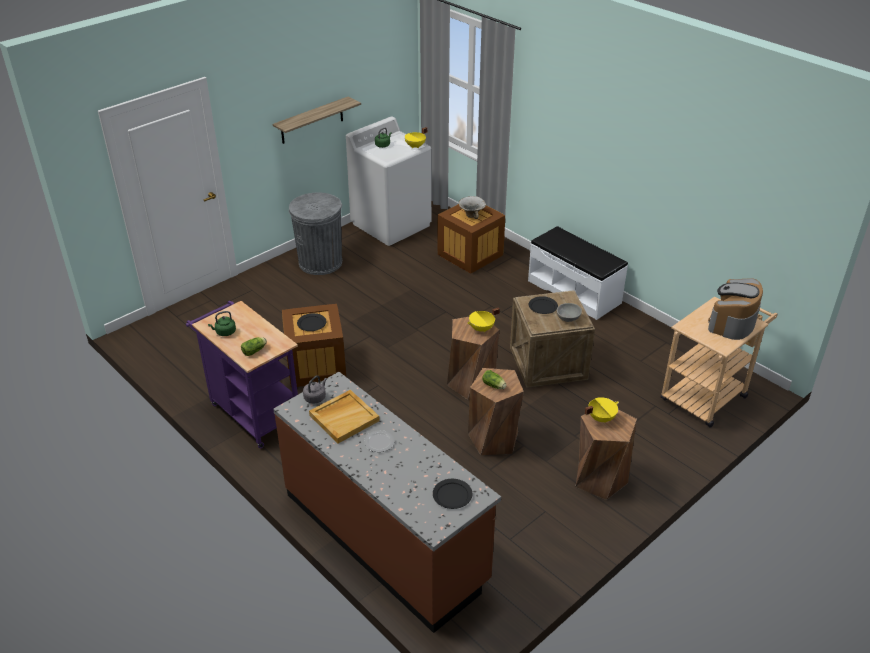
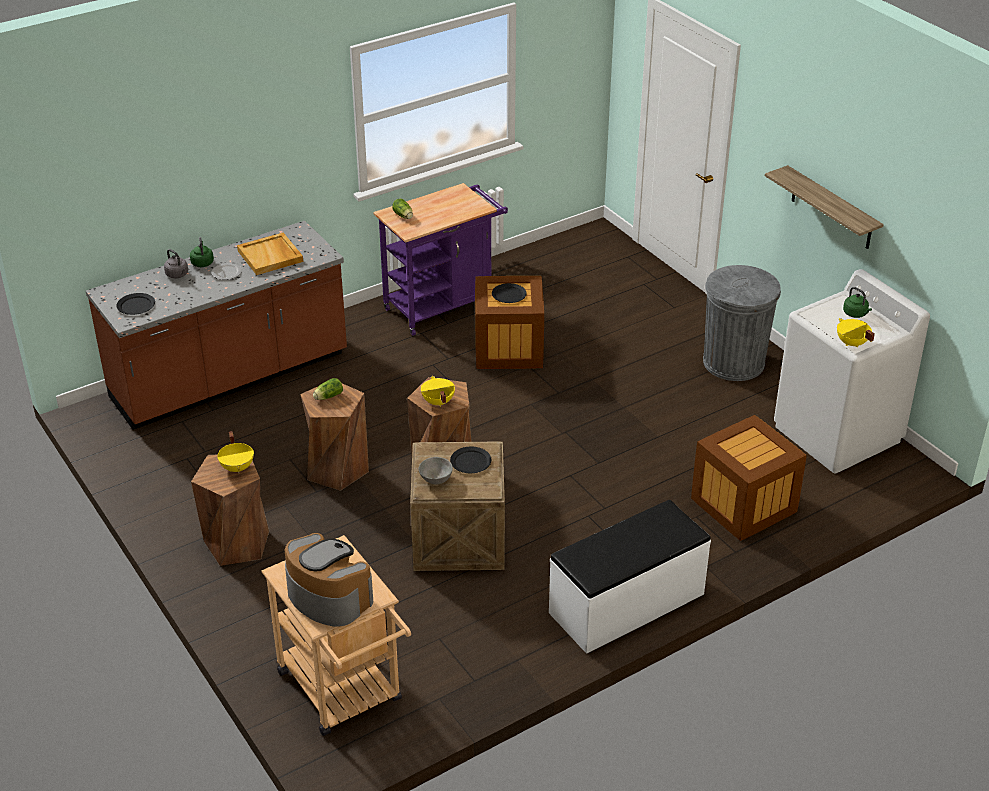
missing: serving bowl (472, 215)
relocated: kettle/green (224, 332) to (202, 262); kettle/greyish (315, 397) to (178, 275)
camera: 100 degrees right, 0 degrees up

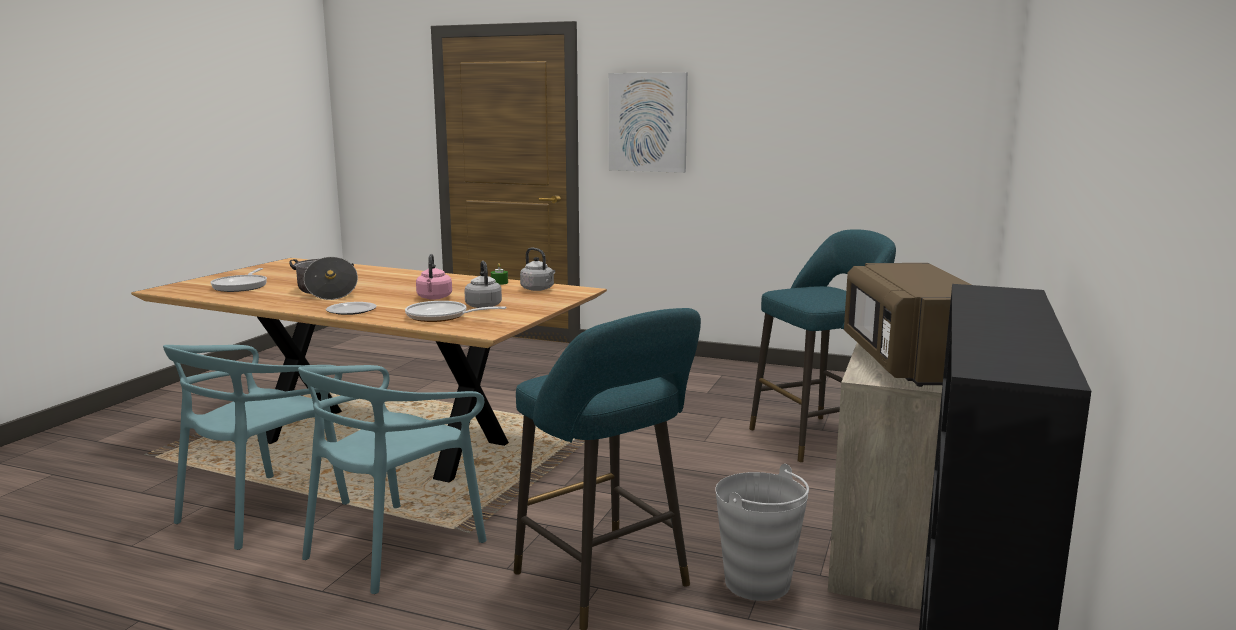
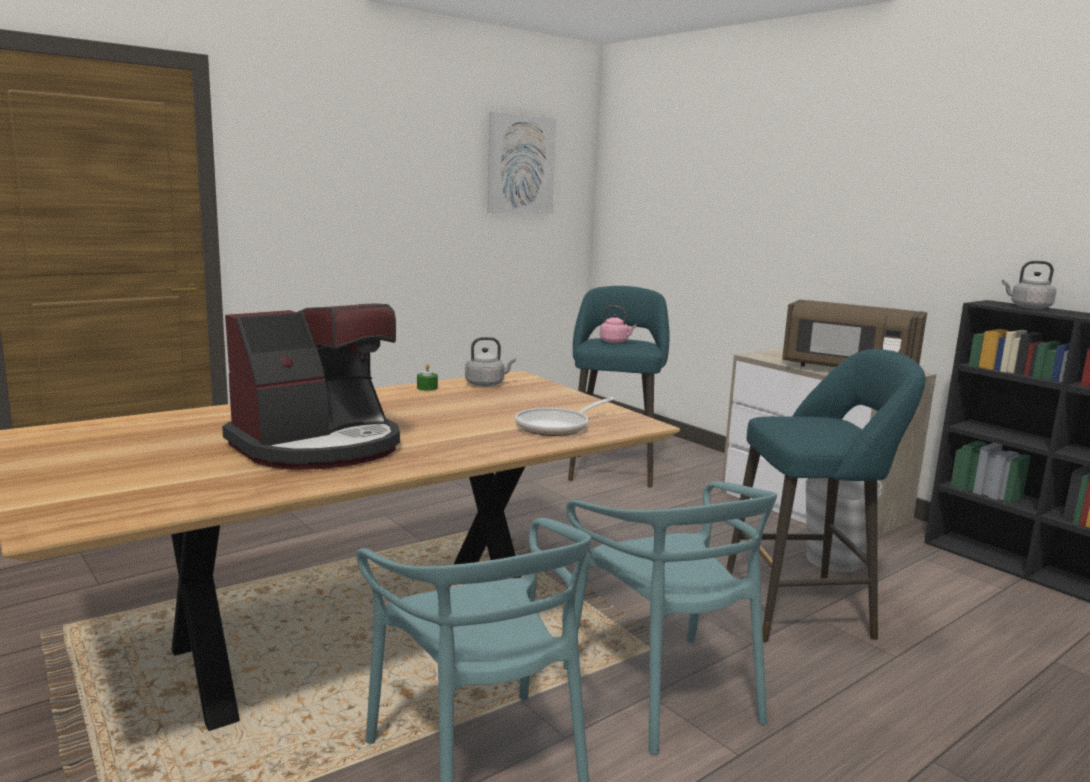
missing: skillet (241, 286); dinner plate (350, 310)
relocated: kettle/pink (434, 298) to (615, 342); kettle/greyish (483, 305) to (1028, 307); picture (648, 122) to (520, 165)
exchanged: cooking pot (326, 292) to coffee maker (319, 446)
camera: 60 degrees left, 0 degrees up

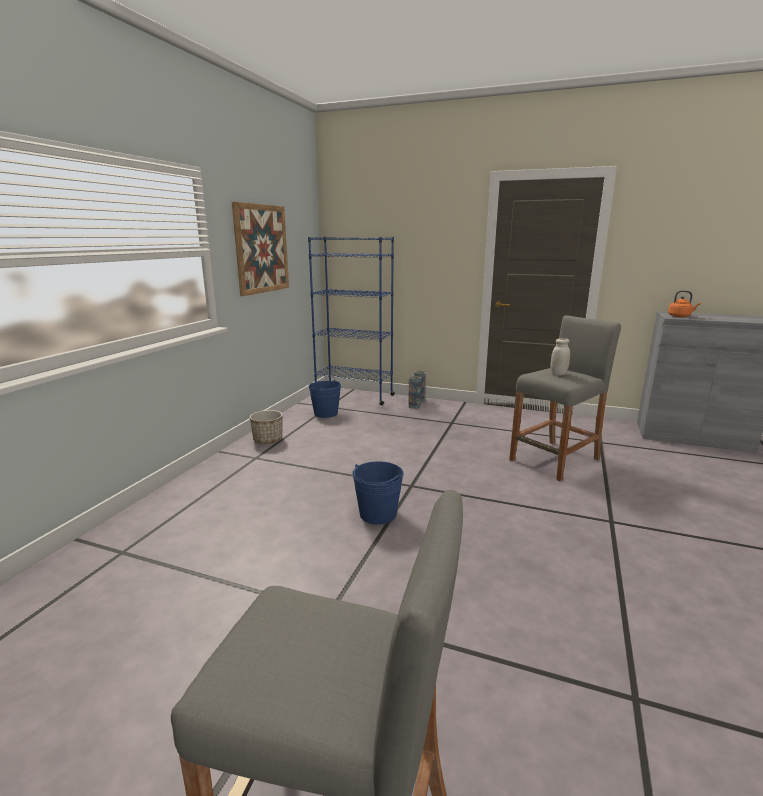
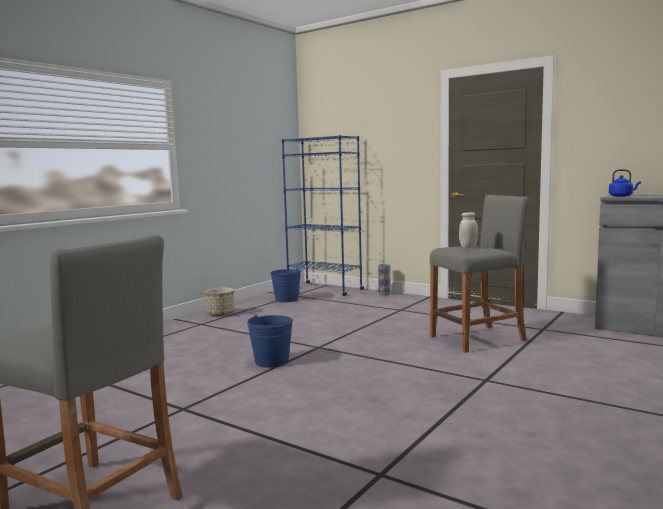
missing: picture (261, 249); decorative vase (414, 406)
colour: kettle/orangey (680, 316) to kettle/blue-coloured (622, 196)
camera: 15 degrees right, 10 degrees down

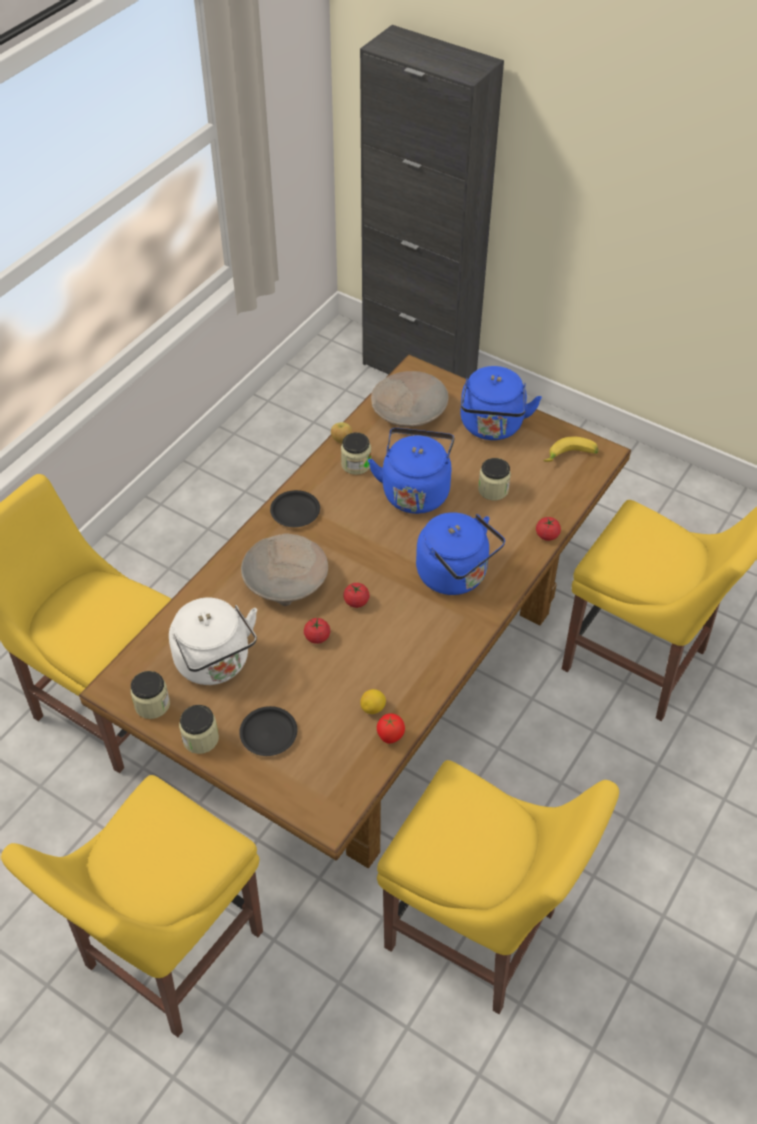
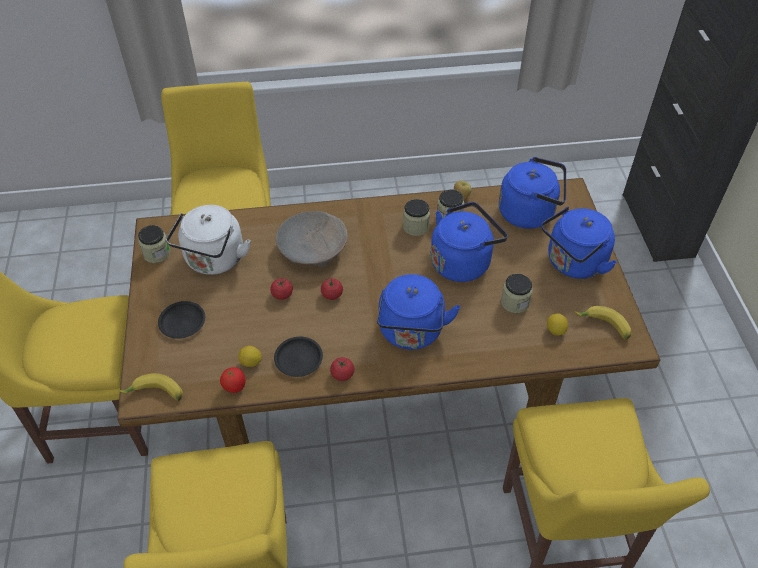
appeared: banana (155, 395); whole lemon (555, 330)
relocated: storage jar (200, 739) to (416, 227); dinner plate/black (295, 511) to (298, 358); fresh tomato (547, 535) to (342, 374)
exchanged: serving bowl/beige (410, 412) to kettle/blue-coloured (530, 213)
camera: 50 degrees right, 0 degrees up

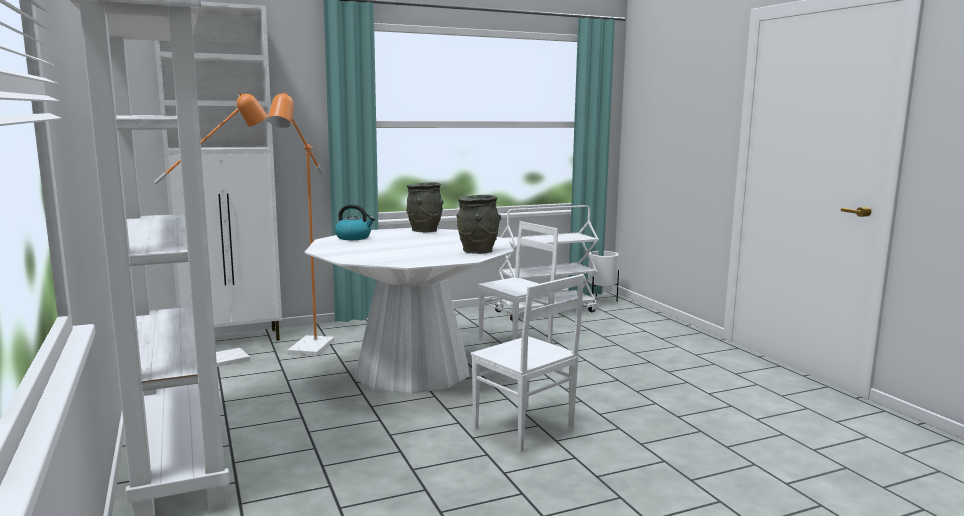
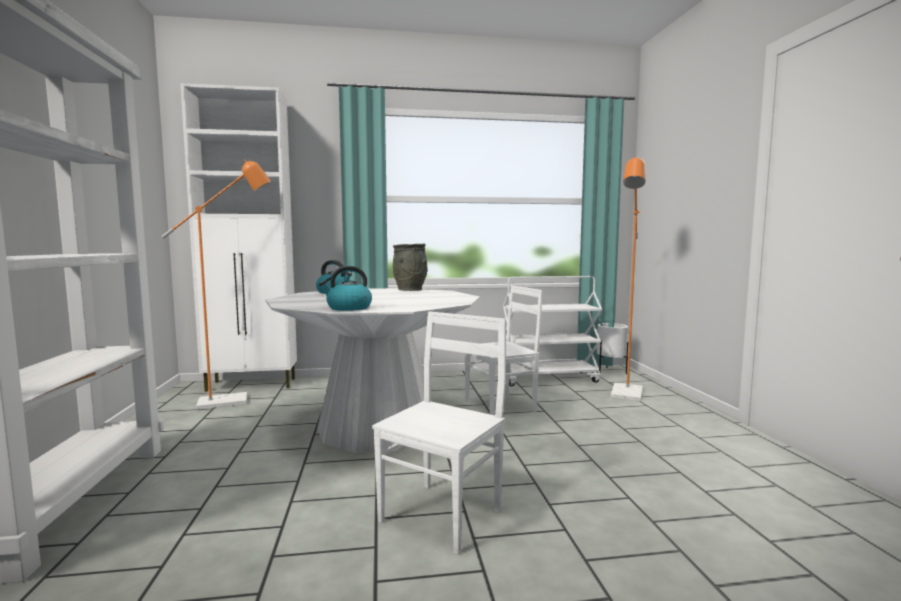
missing: decorative vase/greyish (478, 251)
appeared: kettle (348, 308)
relocated: standing lamp/orangey (307, 350) to (626, 395)
spun: plain chair/white-coloured (523, 429) = (443, 515) 120 degrees counterclockwise
camera: 15 degrees right, 5 degrees down

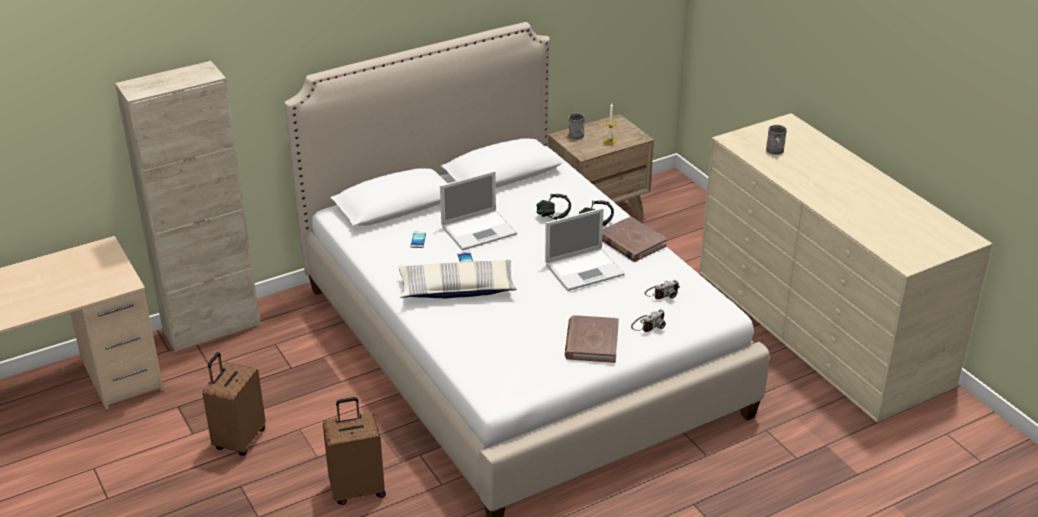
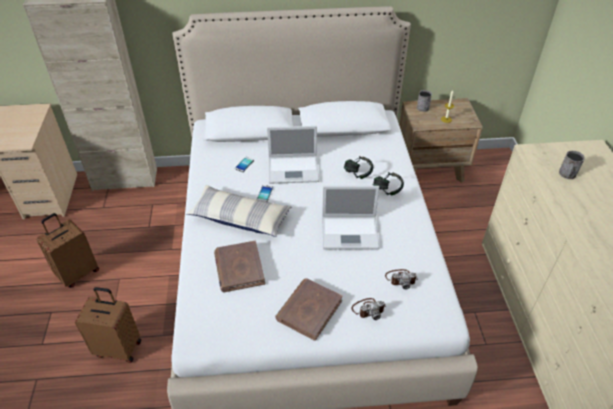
relocated: bound book/brown (631, 242) to (239, 268)
camera: 25 degrees right, 10 degrees up

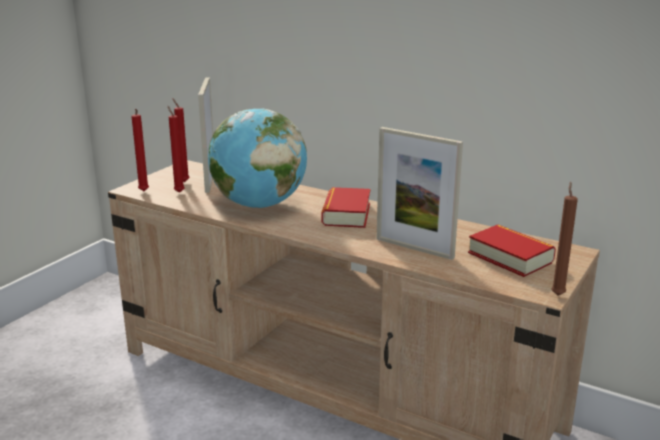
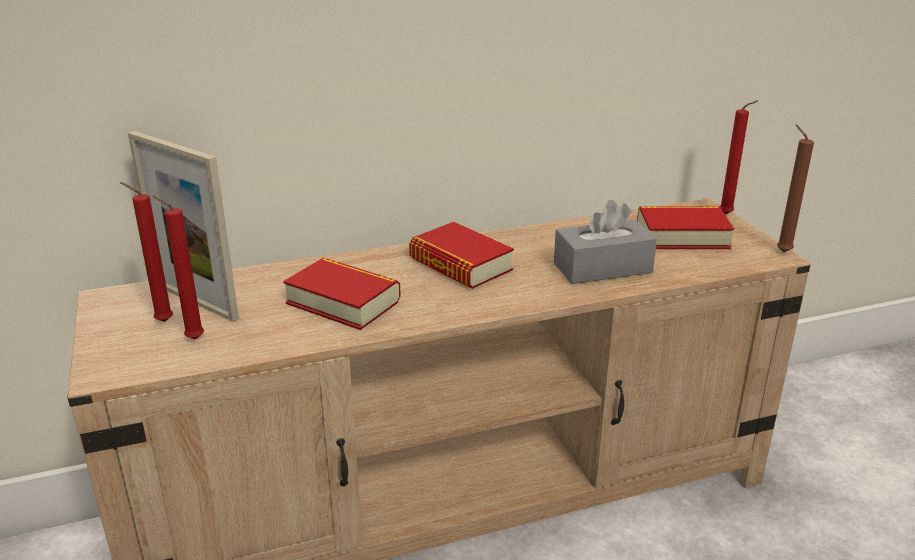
relocated: wax light/reddish (143, 192) to (728, 215)
exchanged: globe (259, 205) to bound book (343, 302); standing frame (414, 248) to box of tissues/greyish (602, 268)
camera: 50 degrees left, 5 degrees up

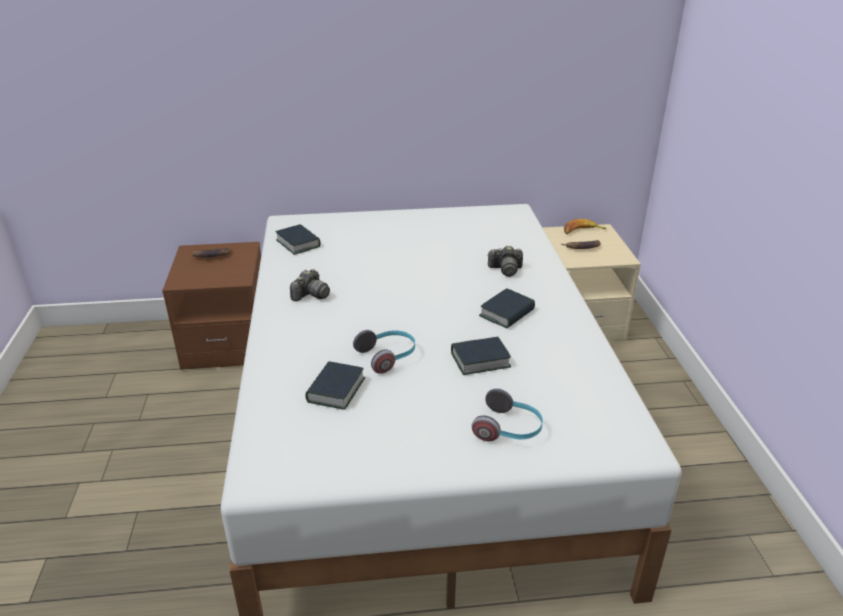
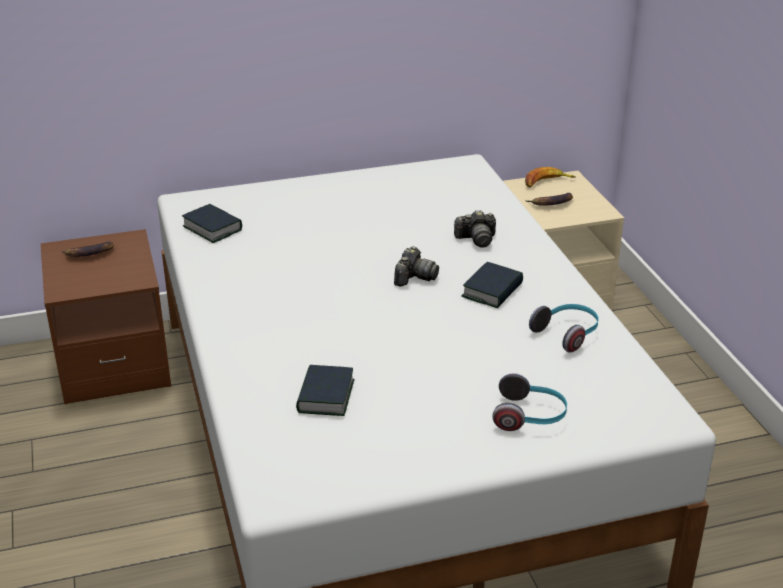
missing: bound book (480, 360)
relocated: photo camera (311, 295) to (414, 277); headphones (388, 357) to (567, 334)
camera: 10 degrees left, 0 degrees up

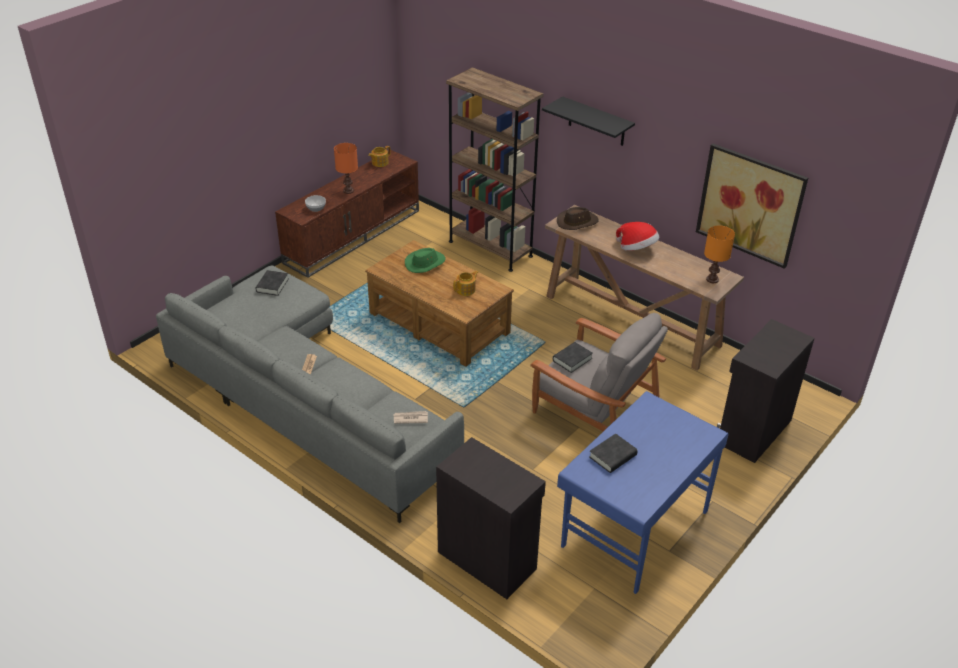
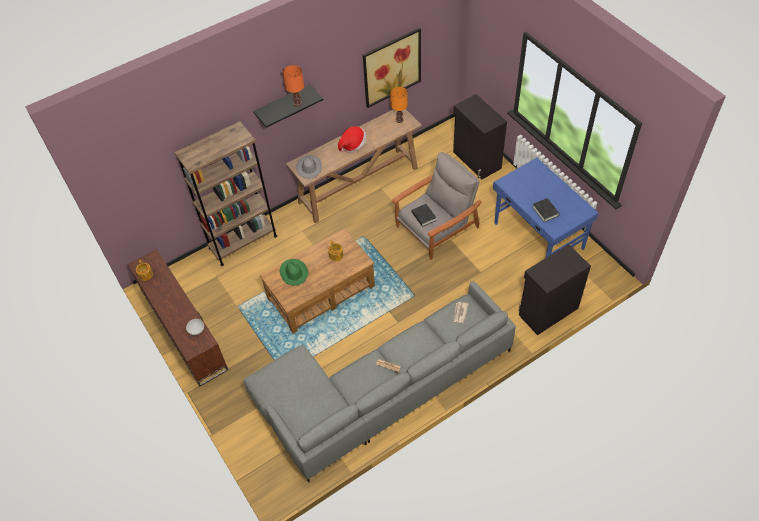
missing: bound book/black (272, 285)
relocated: tabletop lamp/orangey (348, 191) to (297, 103)
colour: wearable hat/brown (577, 222) to wearable hat/greyish (309, 167)
camera: 70 degrees left, 15 degrees up

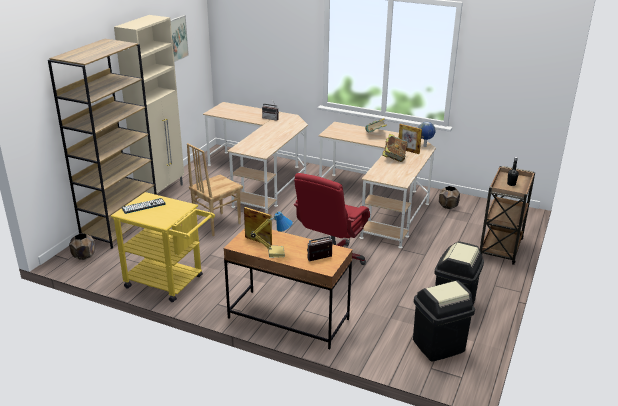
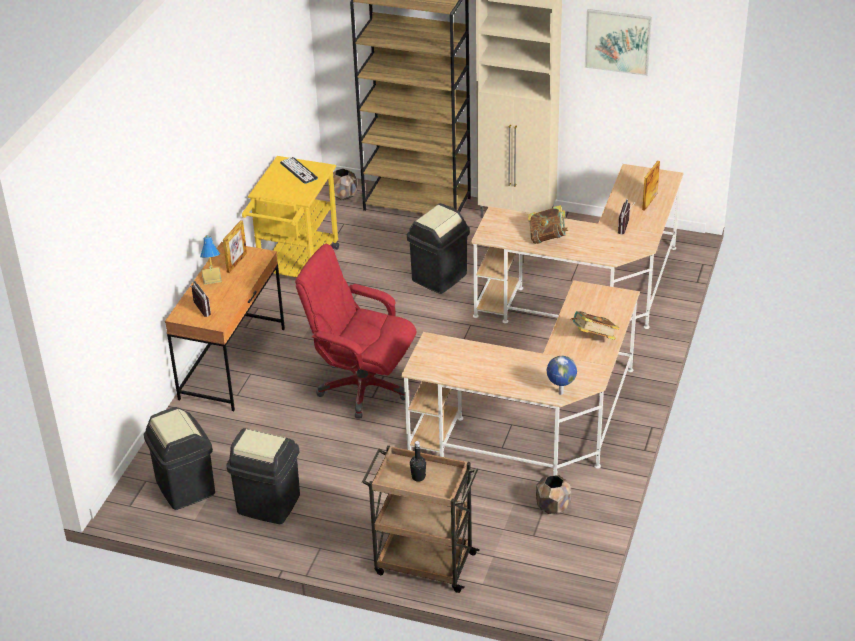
relocated: bound book (394, 158) to (547, 237); standing frame (408, 151) to (650, 201)
exchanged: plain chair/brown (216, 224) to trash can/black (439, 277)
camera: 85 degrees right, 10 degrees up

